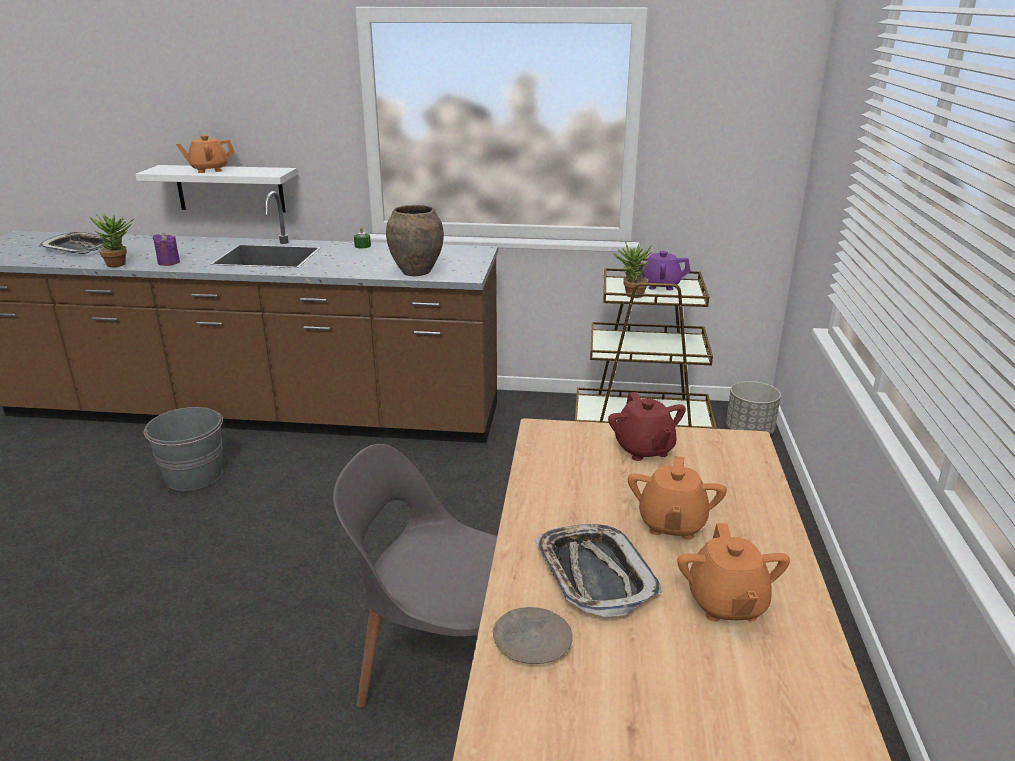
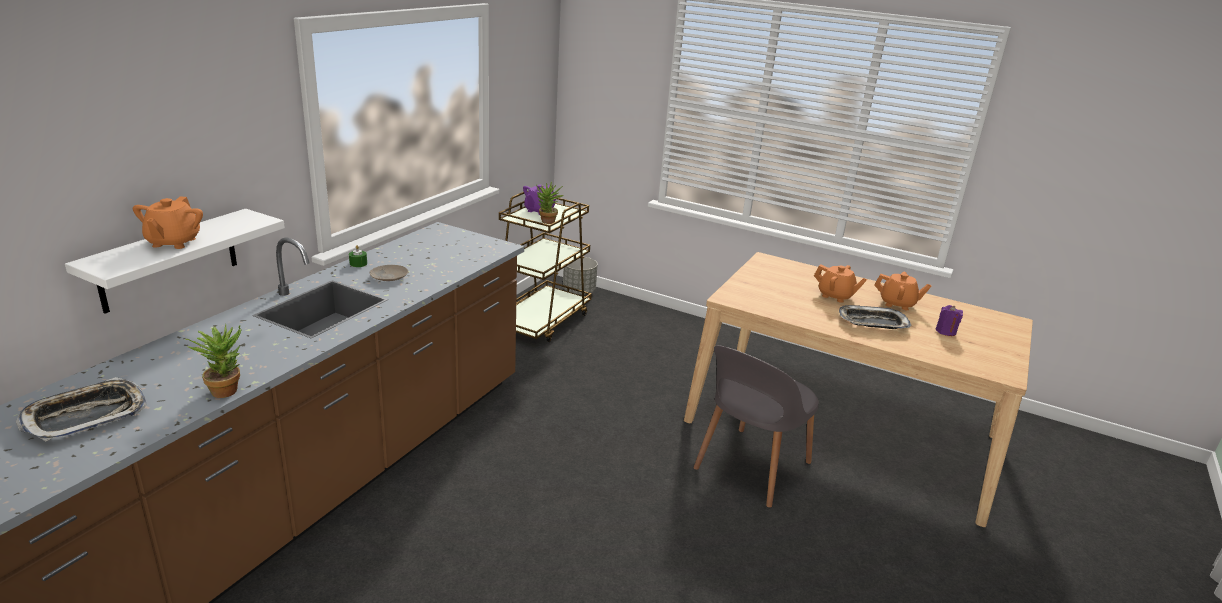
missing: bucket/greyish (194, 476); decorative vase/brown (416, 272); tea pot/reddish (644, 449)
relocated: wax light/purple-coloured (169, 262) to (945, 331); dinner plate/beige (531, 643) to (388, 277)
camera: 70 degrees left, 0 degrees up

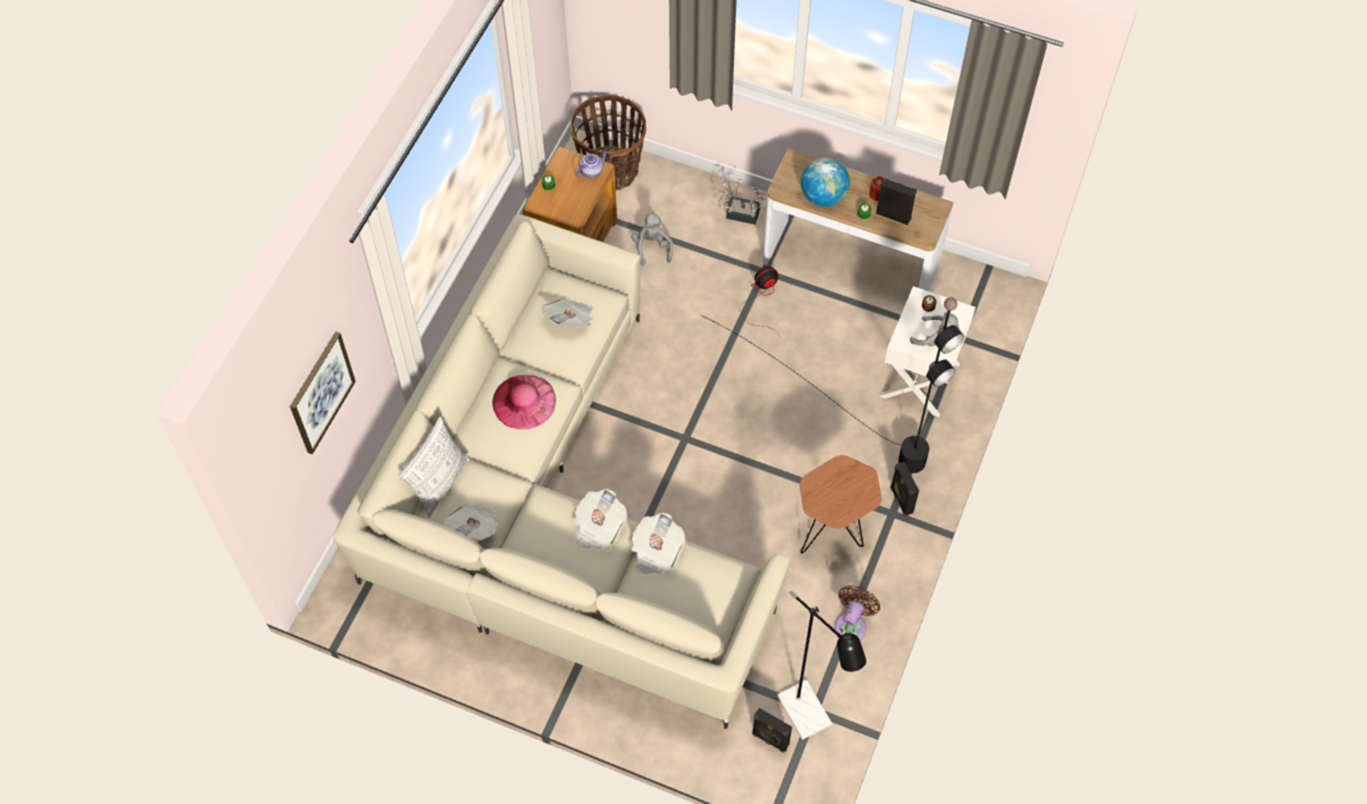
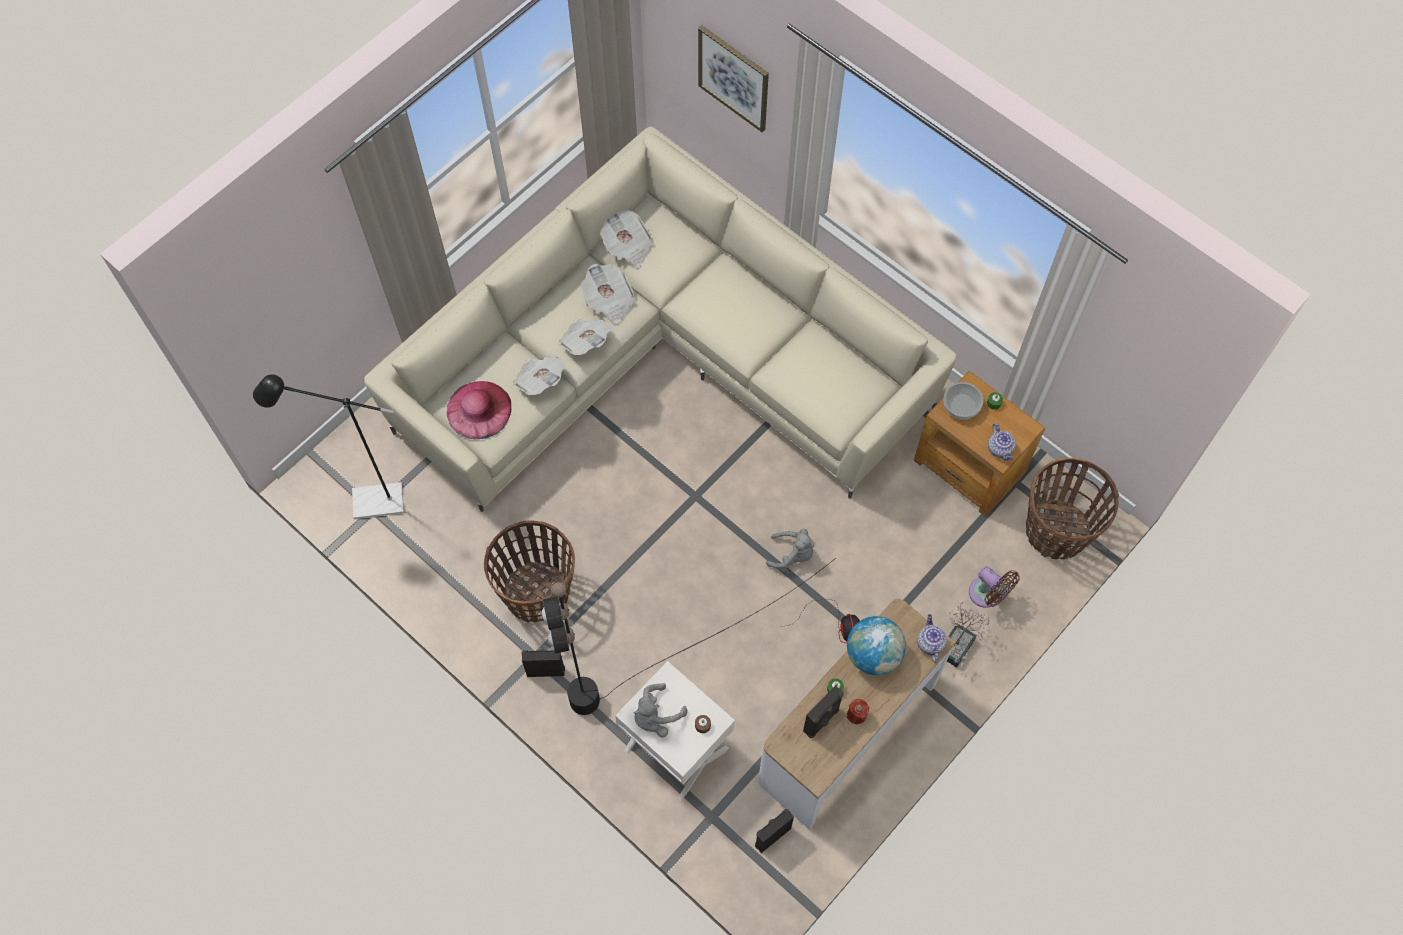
missing: throw pillow (440, 483)
appeared: tea pot (929, 643); serving bowl (961, 405)
relocated: wearable hat/pink (524, 401) to (479, 409); printed paper (570, 320) to (609, 300); plush toy/greyish (652, 248) to (792, 554); loudspeaker/black (770, 740) to (772, 836); fan/brown (851, 624) to (987, 595)
exchanged: end table/brown (833, 534) to basket (537, 592)
camera: 110 degrees right, 5 degrees up

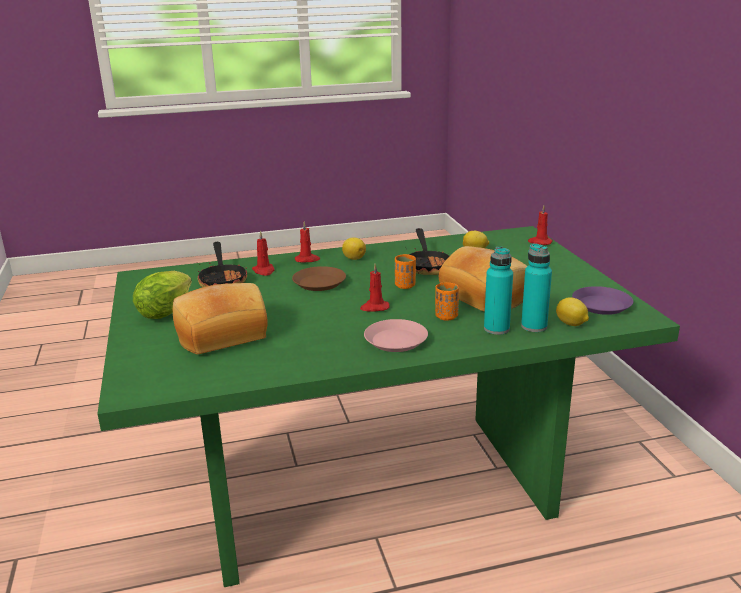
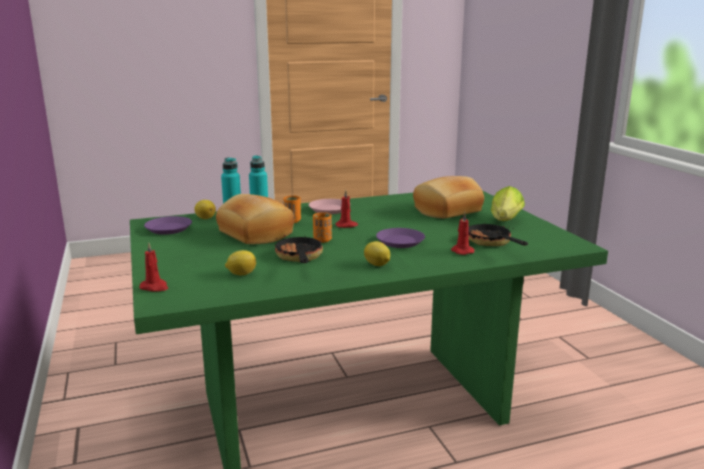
missing: wax light/reddish (307, 259)
colour: dinner plate/brown (319, 283) to dinner plate/purple-coloured (400, 241)
camera: 175 degrees right, 5 degrees down

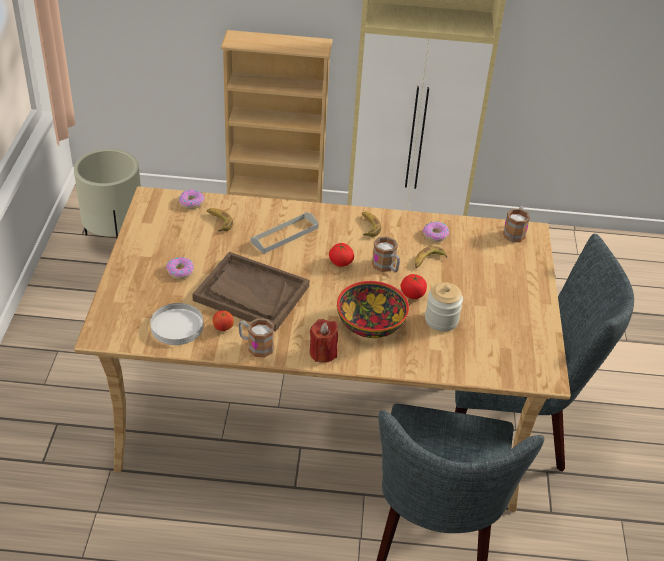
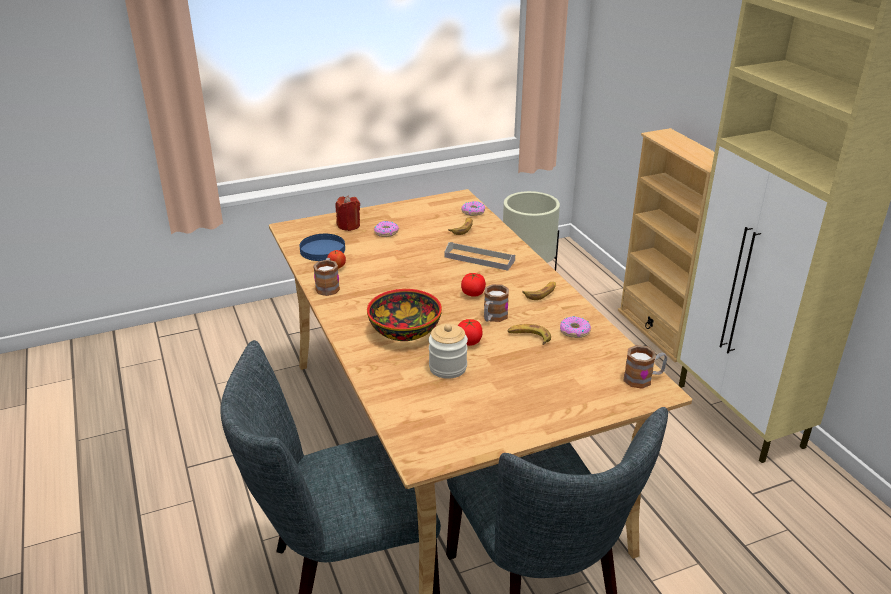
missing: carrying tray/brown (251, 293)
relocated: wax light/reddish (323, 353) to (348, 226)
colour: dinner plate/white-coloured (176, 326) to dinner plate/blue-coloured (322, 250)
camera: 65 degrees right, 10 degrees down

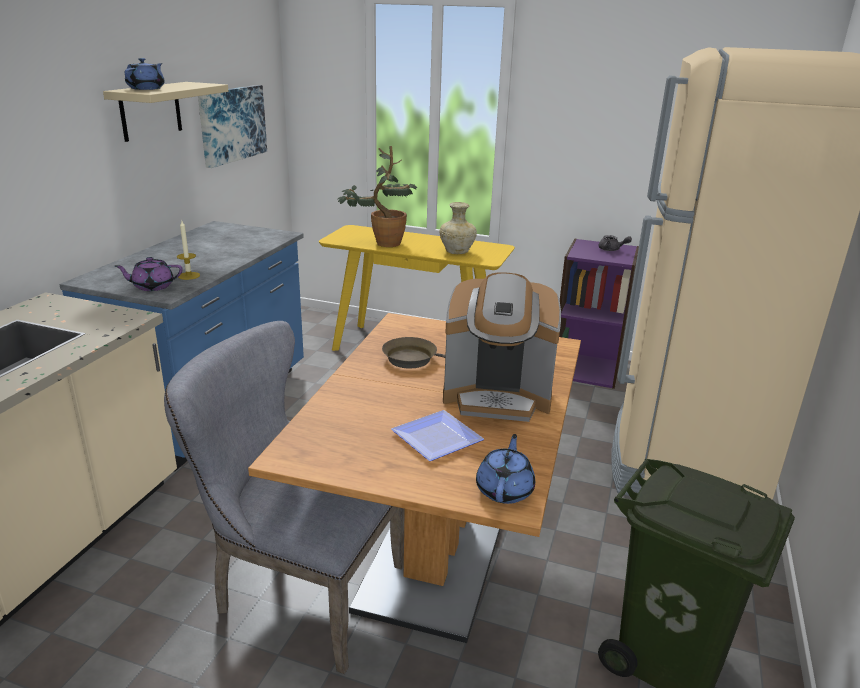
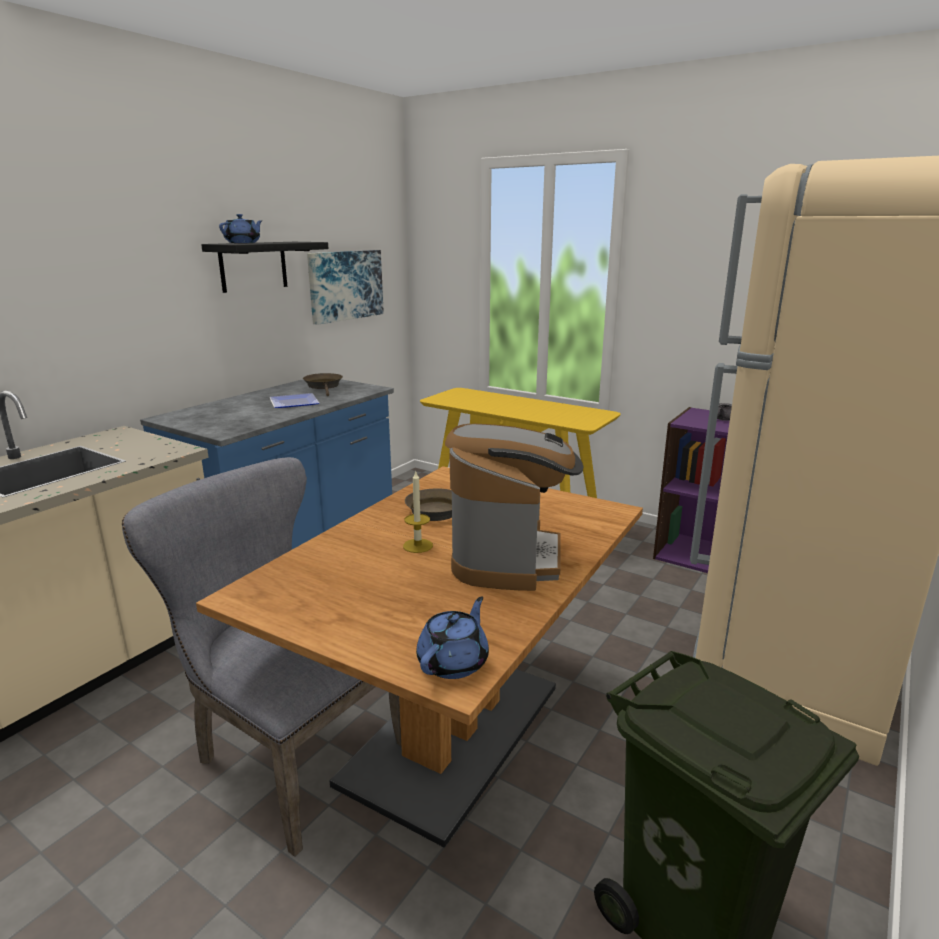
missing: tea pot/purple-coloured (152, 286); potted plant (382, 243); decorative vase/beige (457, 252)
appeared: skillet/brown (324, 386)
relocated: wax light (189, 276) to (418, 545); dinner plate (437, 436) to (295, 403)
colour: bracket shelf/beige (150, 111) to bracket shelf/black (253, 266)
spun: coffee maker (497, 396) = (508, 558) 105 degrees counterclockwise
camera: 15 degrees right, 5 degrees down

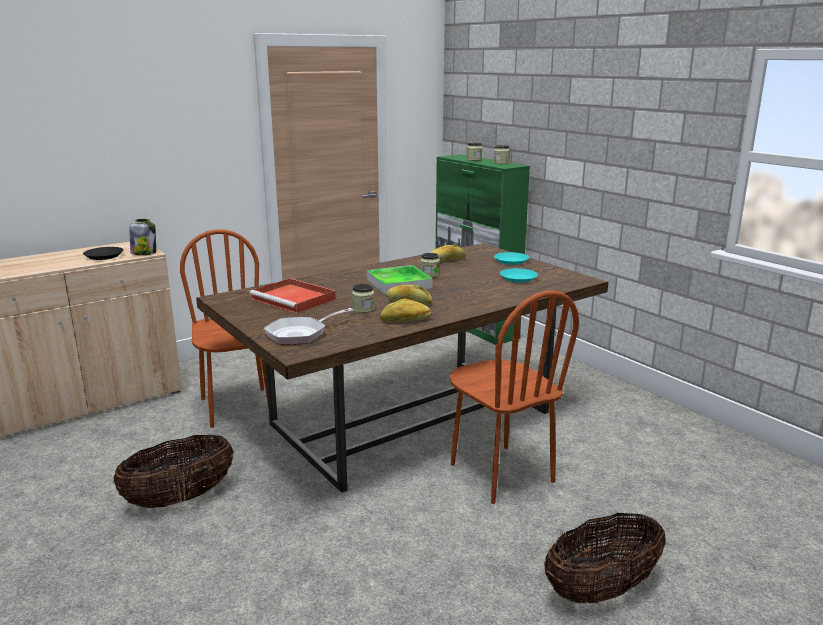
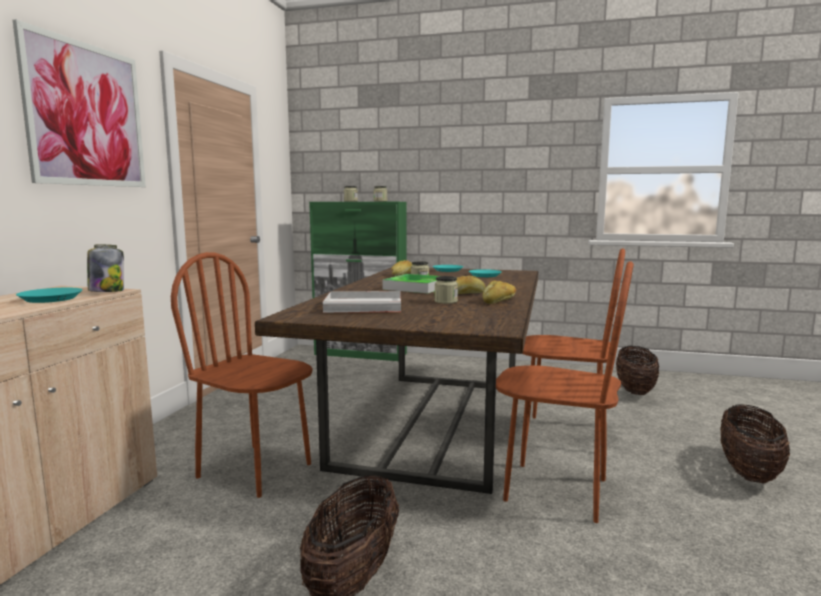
missing: skillet (300, 334)
appeared: picture (86, 115); plain chair/brown (556, 490); basket (635, 391)
colour: dinner plate/black (104, 256) to dinner plate/turquoise-coloured (51, 299); carrying tray/reddish (295, 299) to carrying tray/white-coloured (365, 306)
camera: 40 degrees left, 10 degrees down

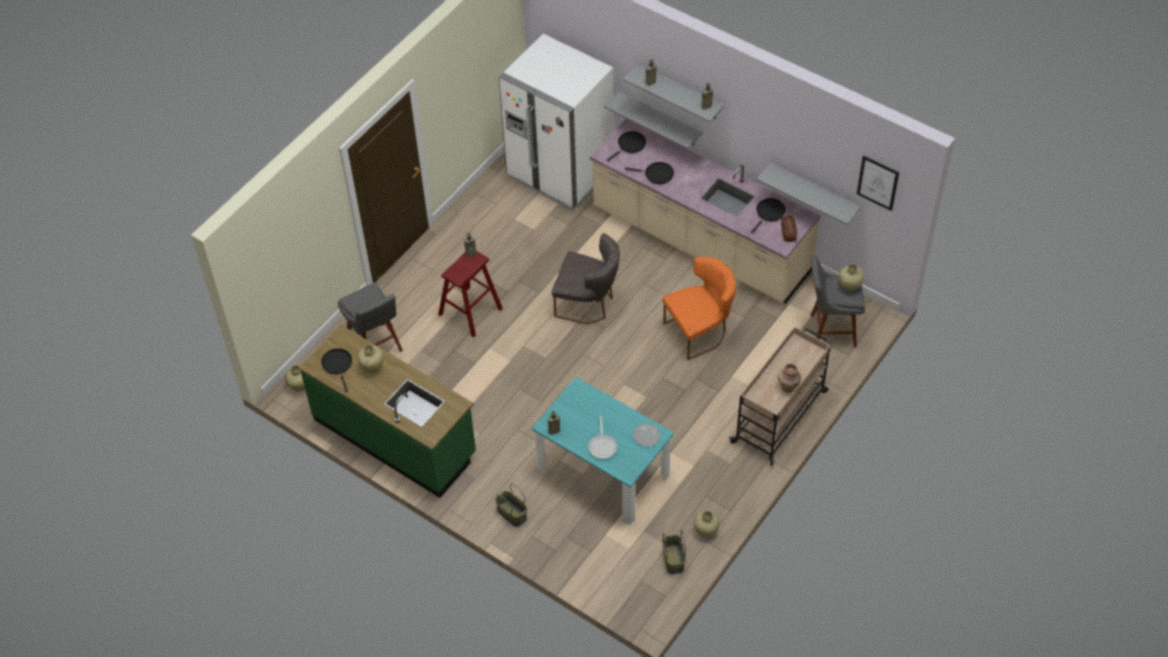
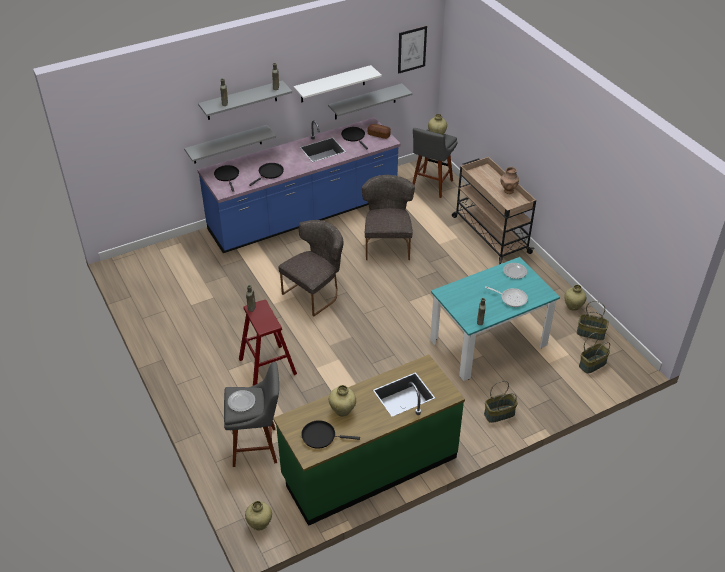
missing: kitchen fridge/white-coloured (560, 174)
appeared: dinner plate (242, 402); bracket shelf/white-coloured (333, 84); basket (592, 364)
colour: kitchen base unit/beige (700, 242) to kitchen base unit/blue-coloured (304, 215); plain chair/orangey (699, 331) to plain chair/greyish (387, 245)
camera: 65 degrees left, 10 degrees down

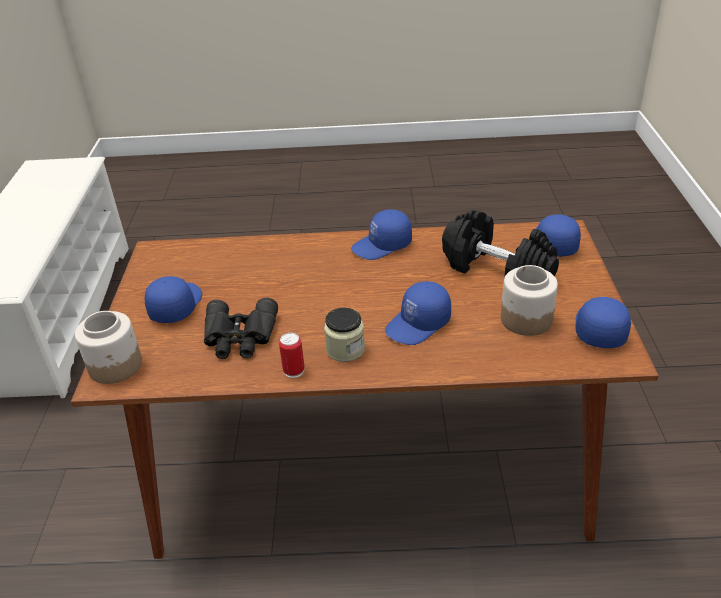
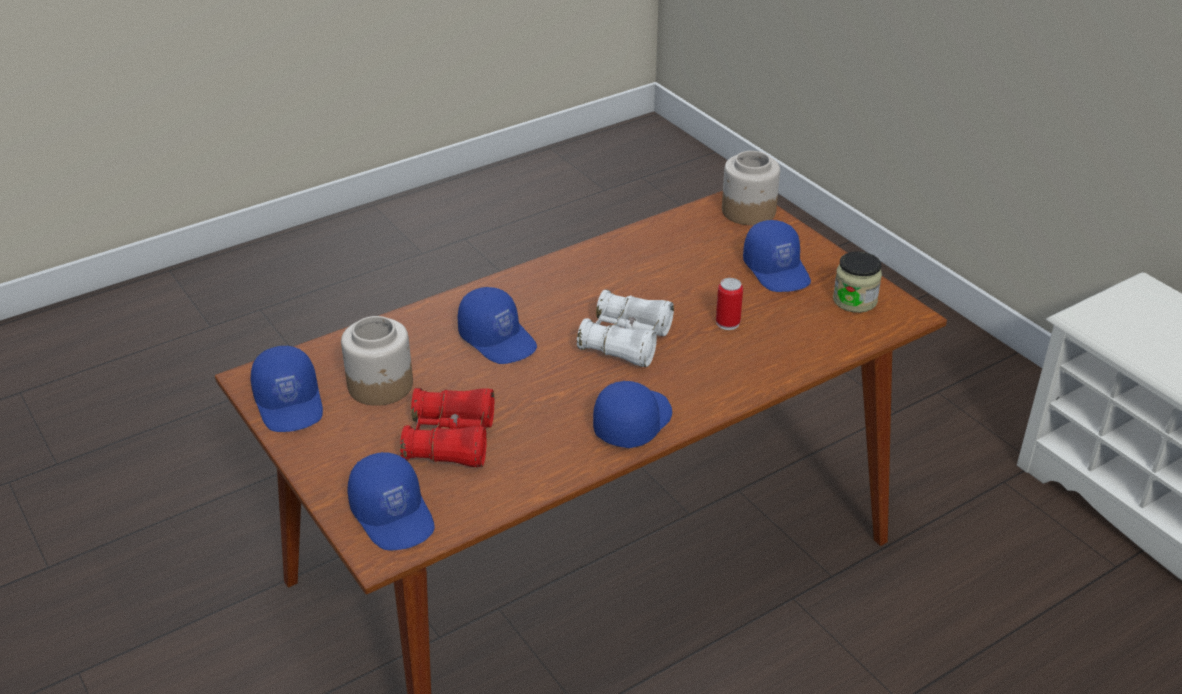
missing: binoculars/black (240, 337)
appeared: binoculars/white-coloured (626, 341)
relocated: can (294, 371) to (727, 323); storage jar (345, 350) to (854, 300)
exchanged: dumbbell/black (497, 270) to binoculars/reddish (450, 440)
spun: baseball cap/blue-coloured (419, 324) = (498, 339) 120 degrees clockwise
camera: 145 degrees right, 0 degrees up

